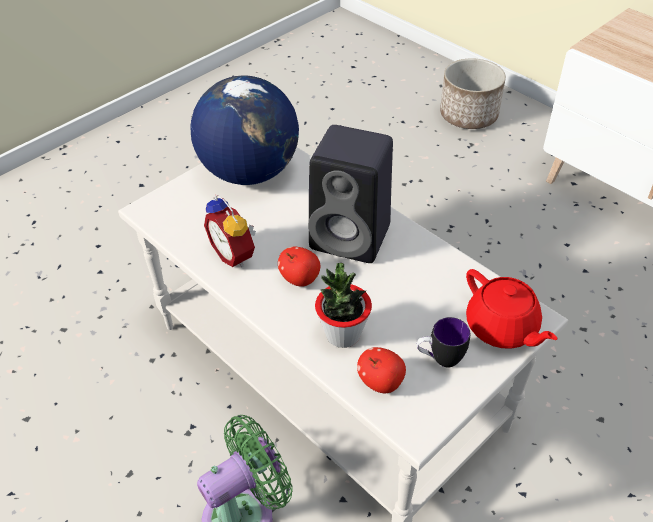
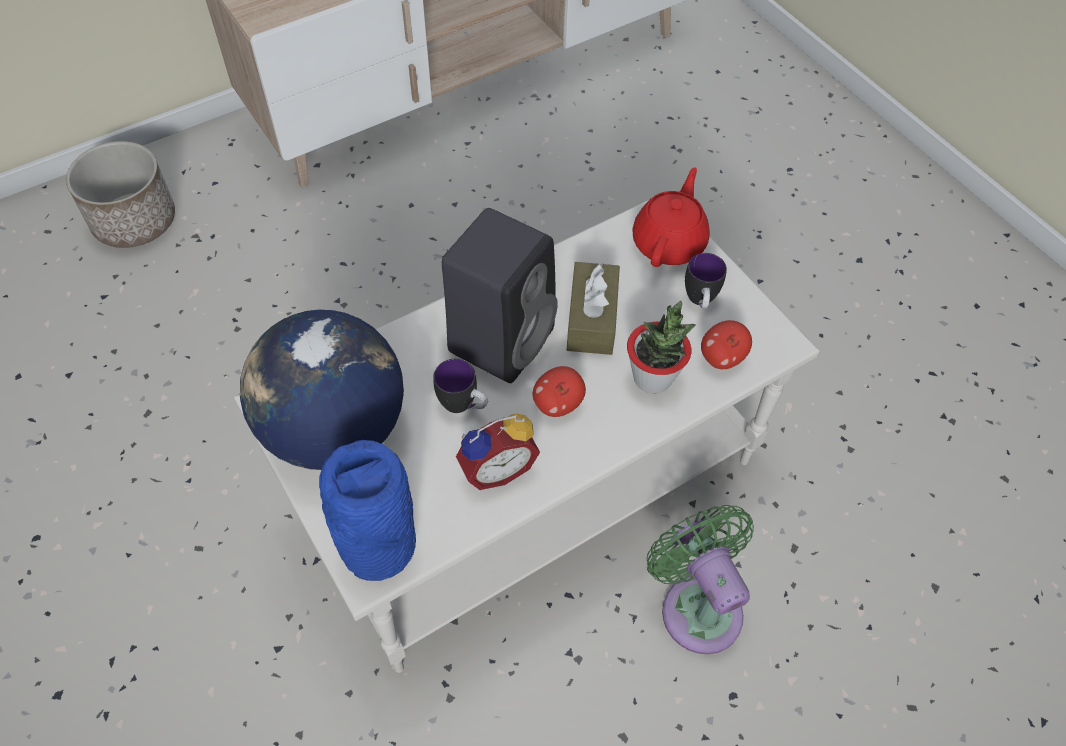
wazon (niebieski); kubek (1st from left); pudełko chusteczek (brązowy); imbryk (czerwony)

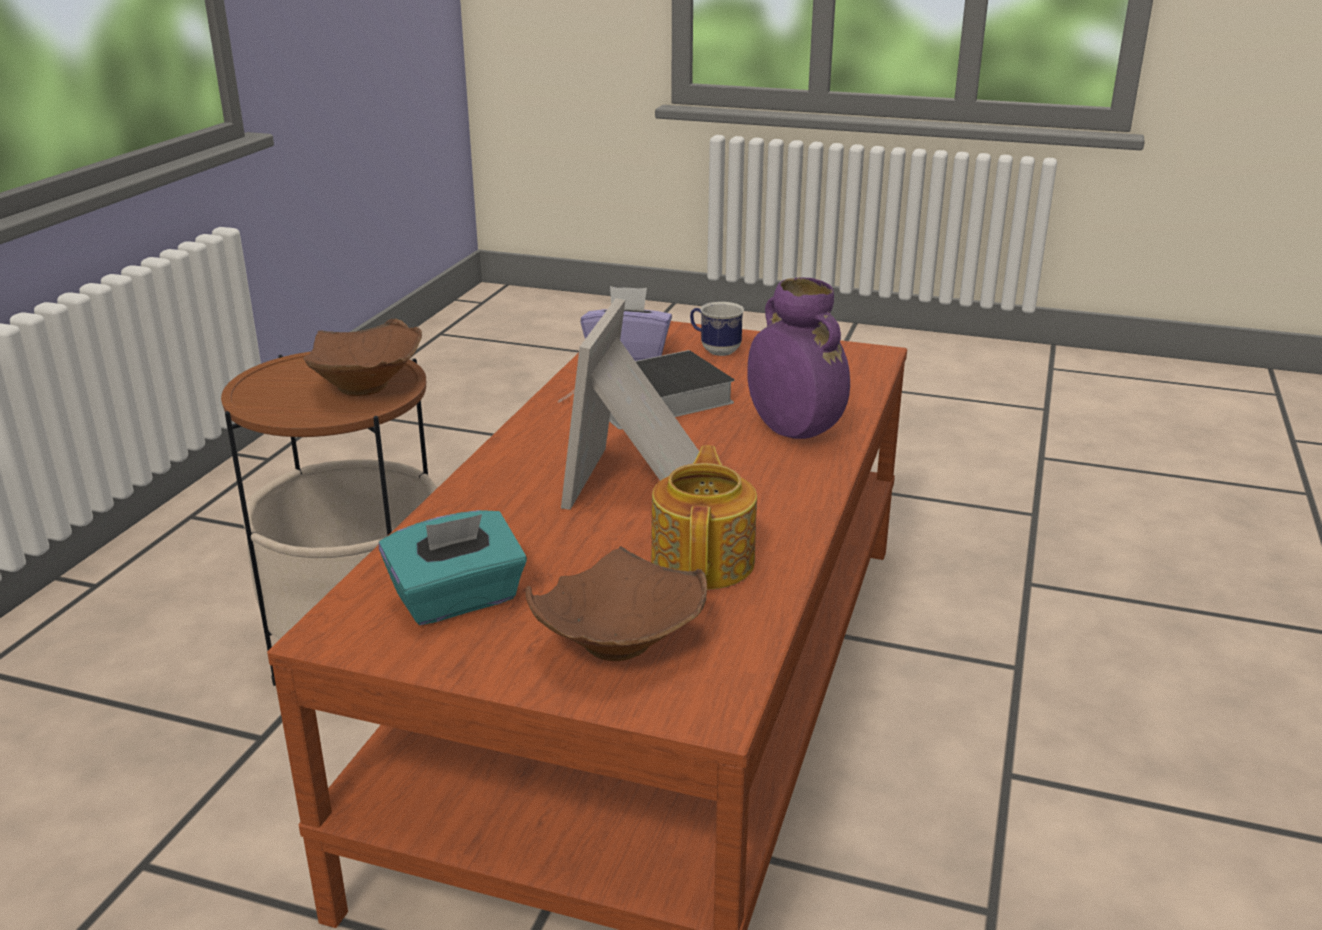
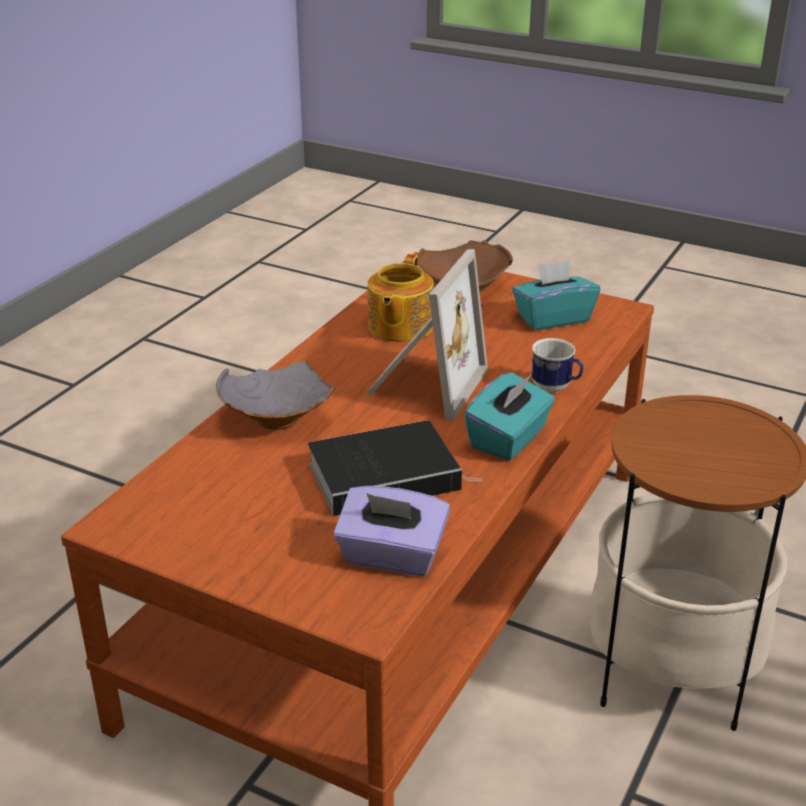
miska (szary); pudełko chusteczek (turkusowy) (1st from left); kubek; miska (brązowy) (1st from left in the first image)

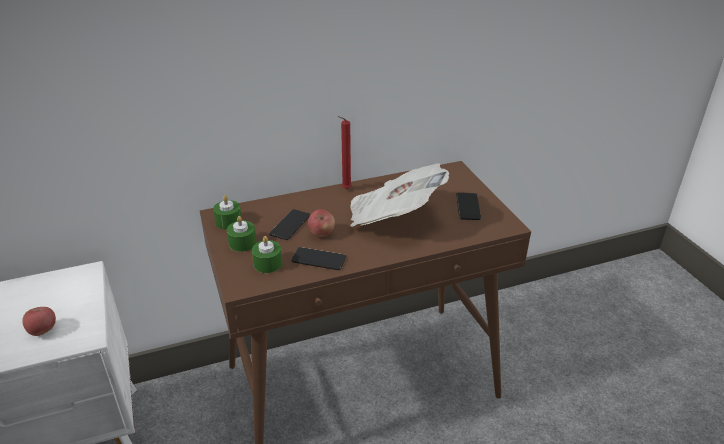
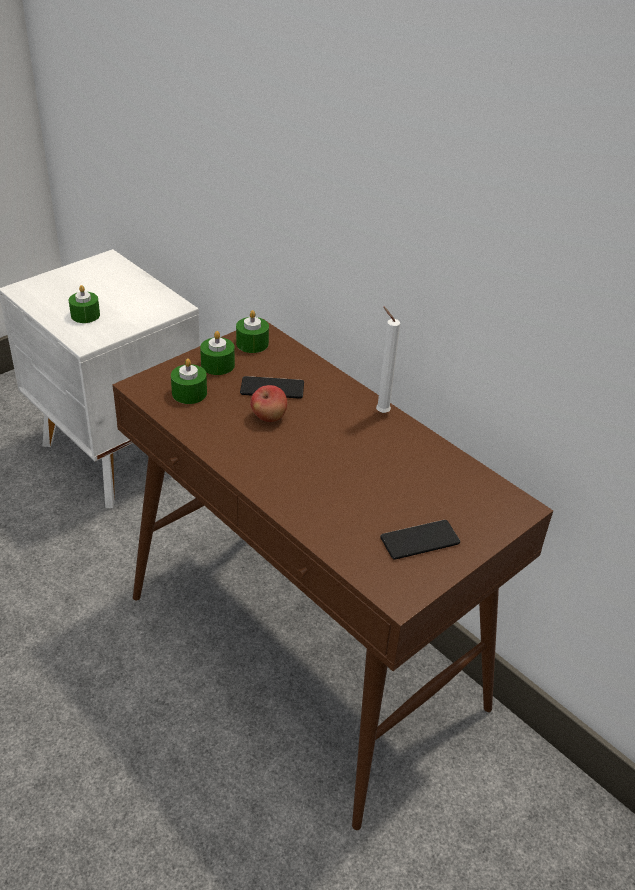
świeca (zielony) (1st from left); świeca (biały); telefon (2nd from left in the first image); gazeta

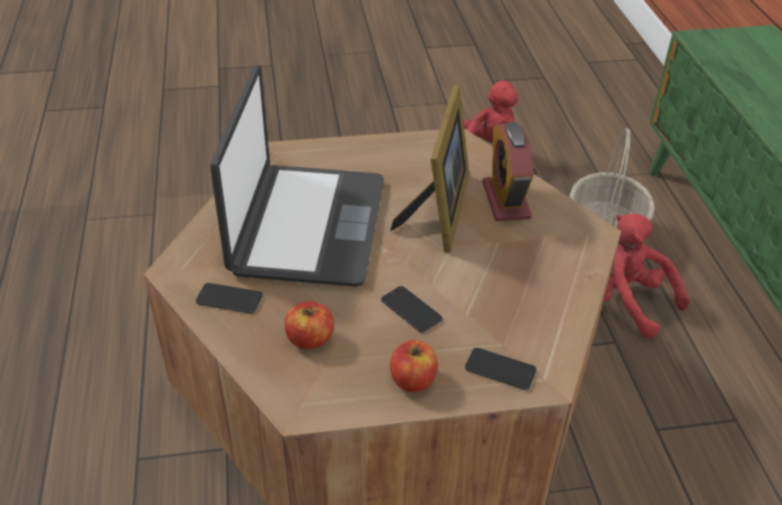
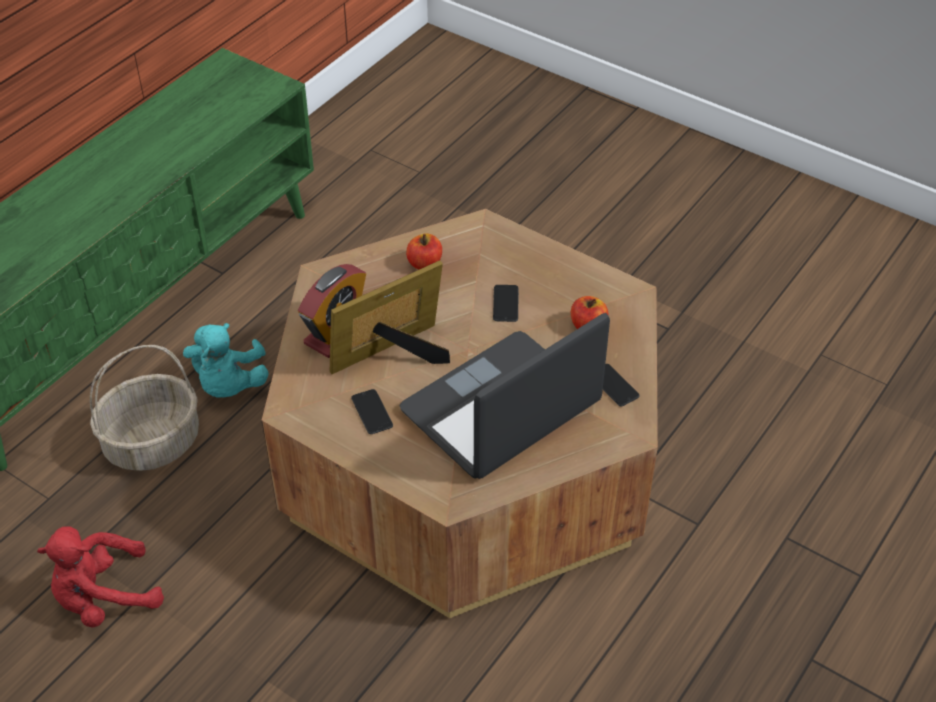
pluszak (turkusowy); telefon (1st from left); jabłko (1st from left)

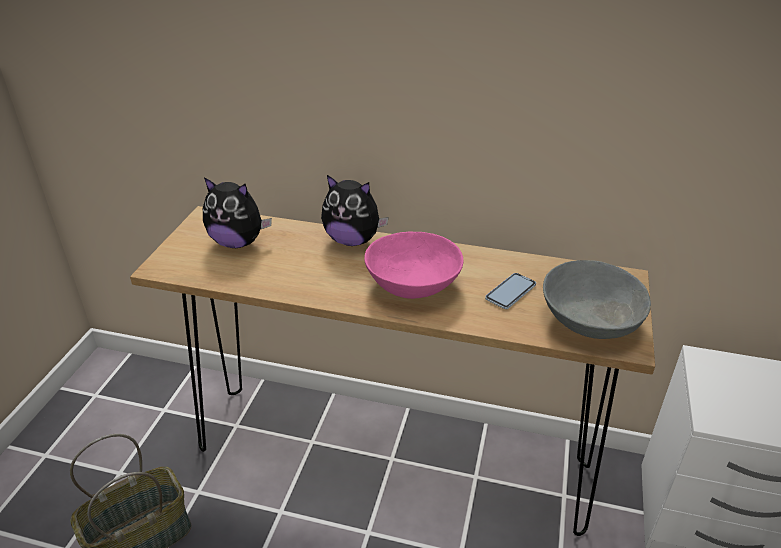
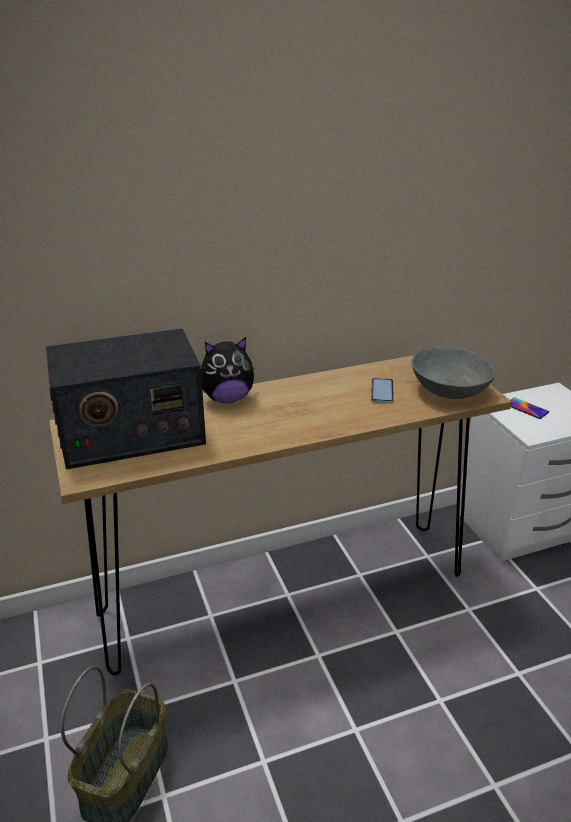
radio; telefon (2nd from left); miska (różowy)

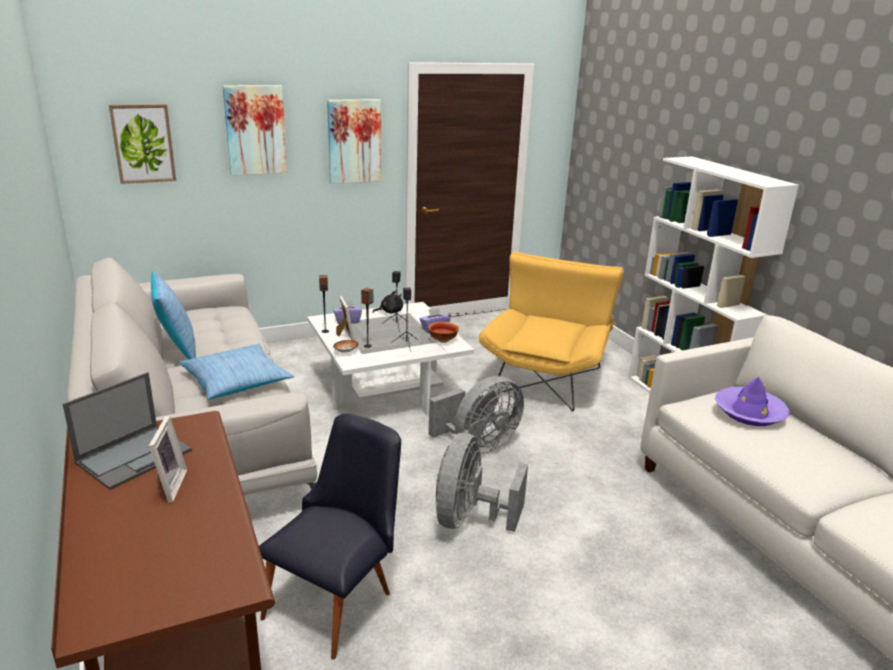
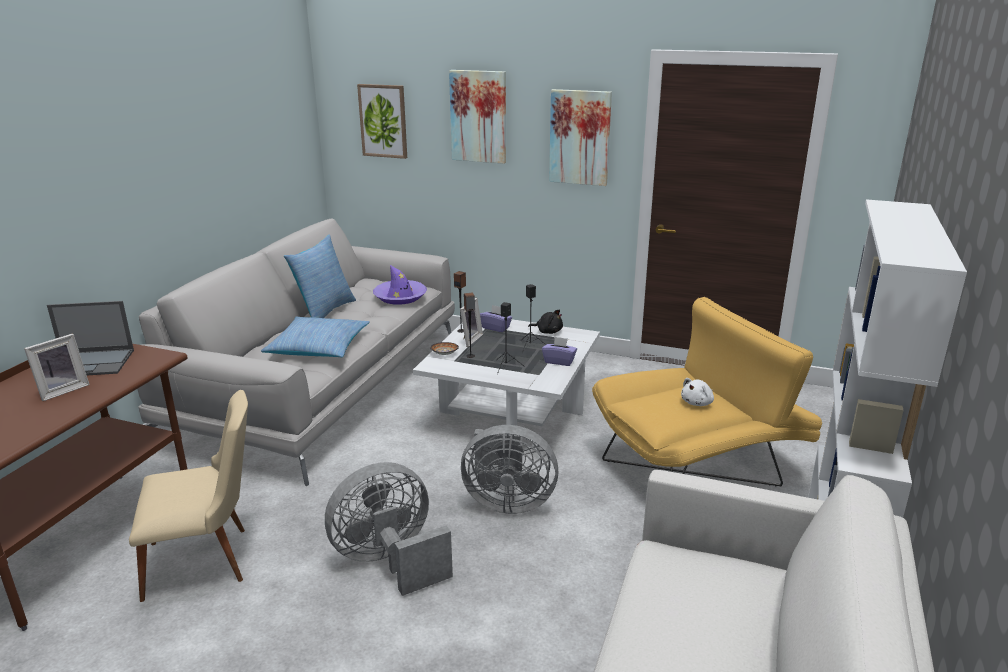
krzesło (beżowy); kapelusz (fioletowy); pluszak (biały); miska (2nd from left in the first image)

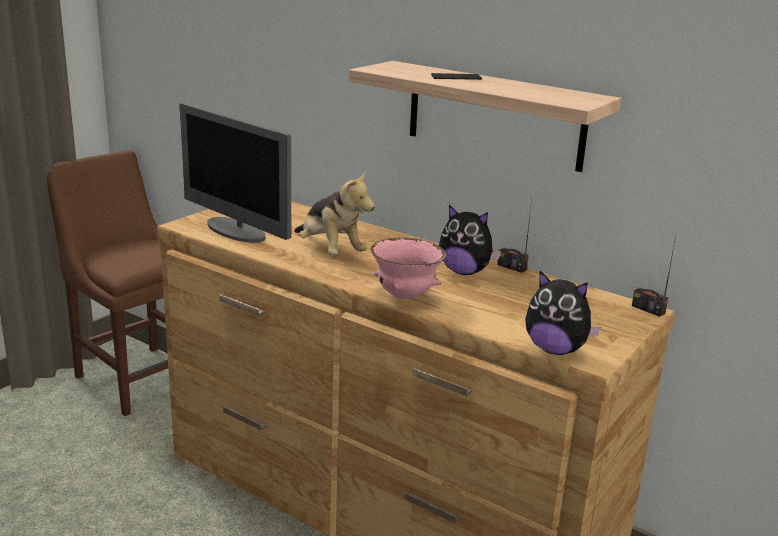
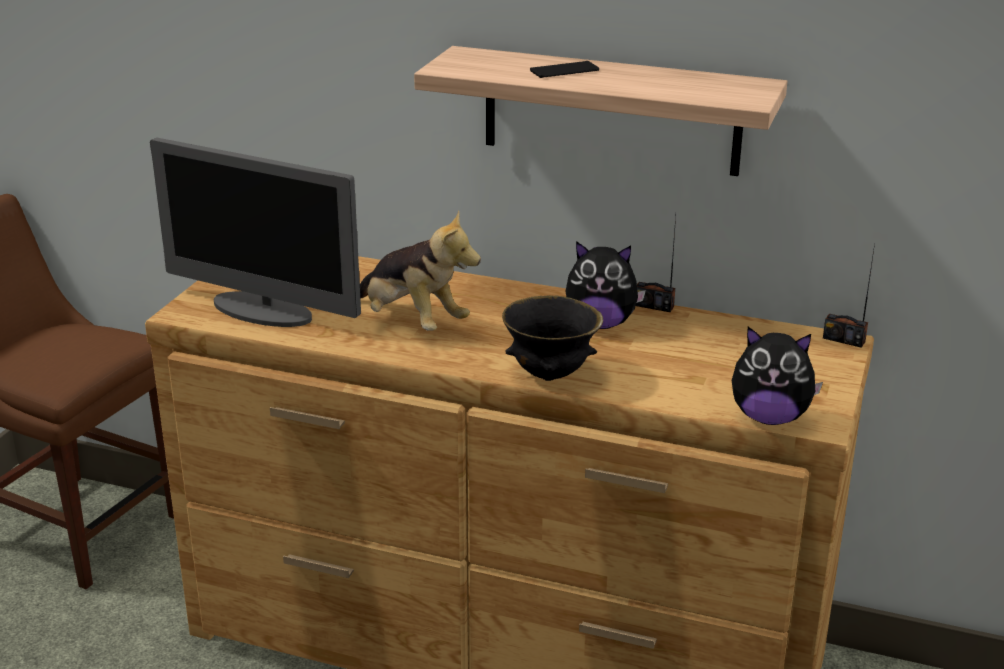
miska (czarny)

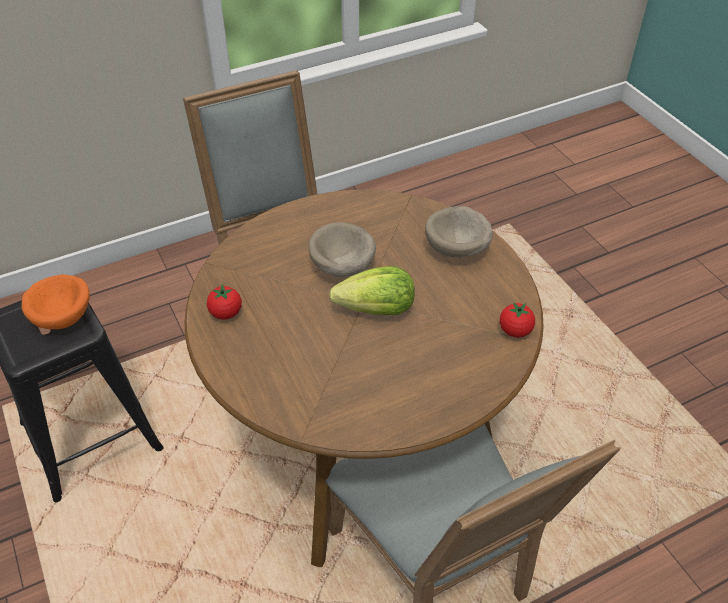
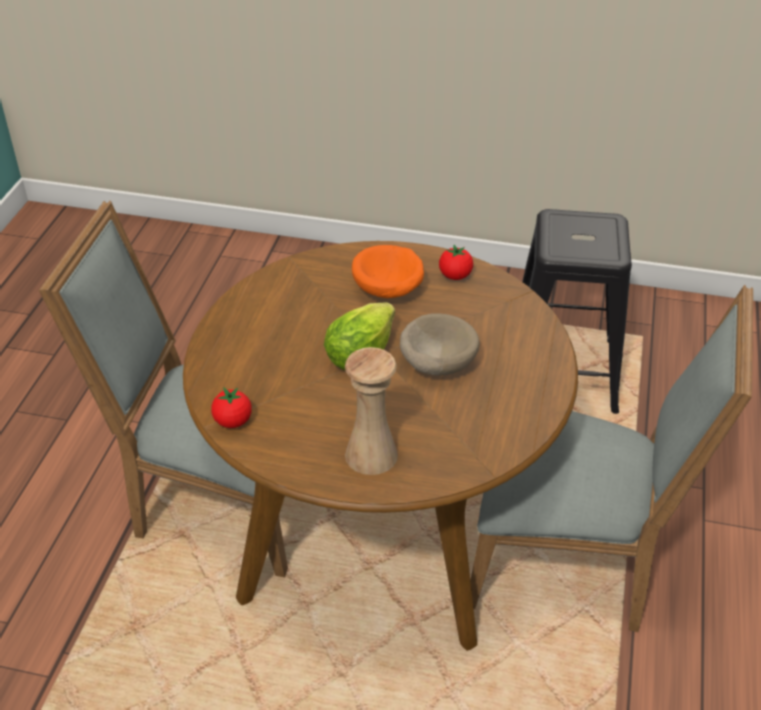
wazon (beżowy); miska (pomarańczowy)

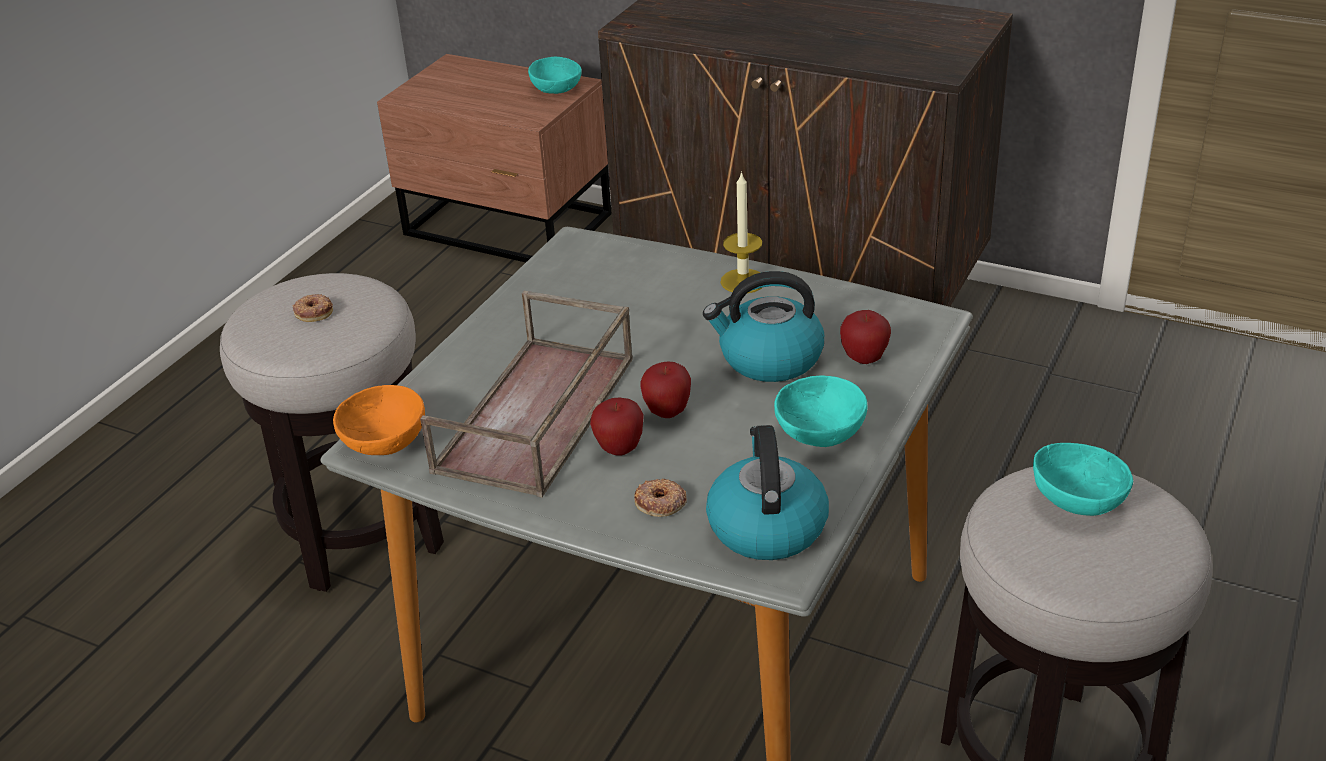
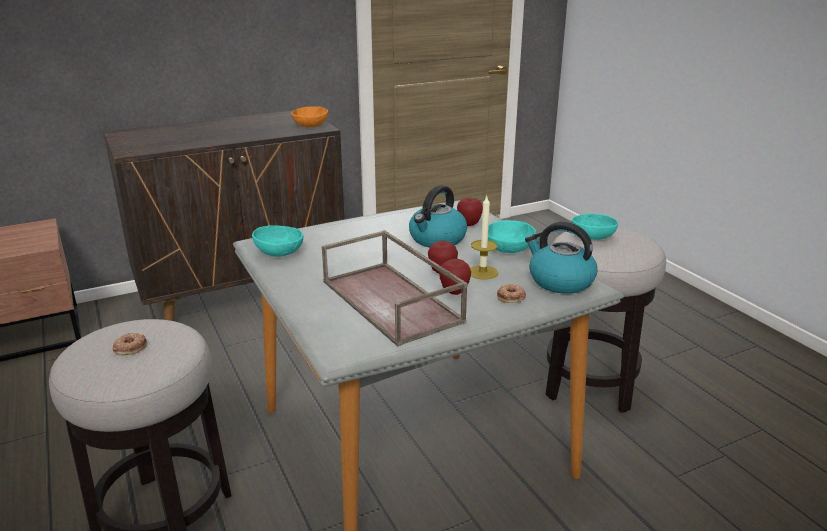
miska (turkusowy) (1st from left); miska (pomarańczowy); świeca

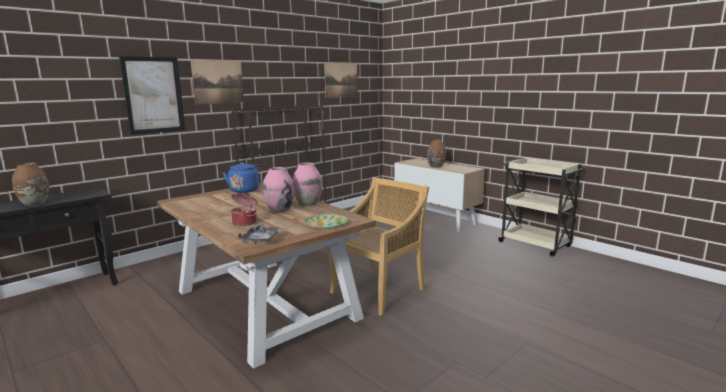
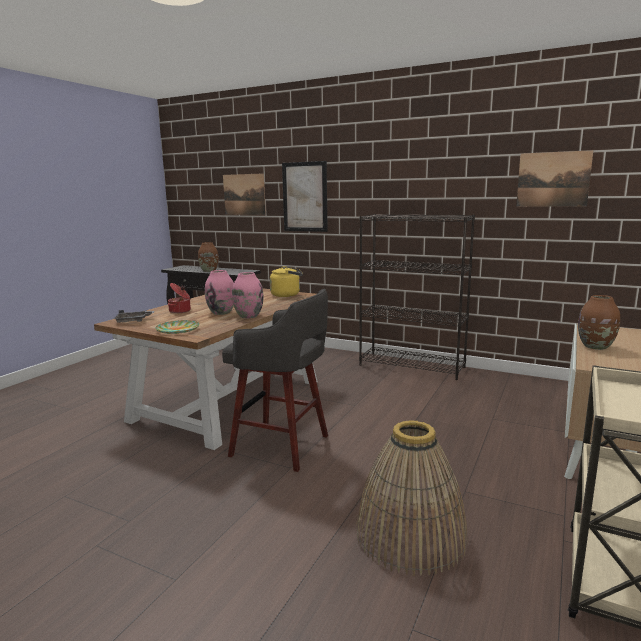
stołek (szary); obraz (1st from left); czajnik (żółty); koszyk

